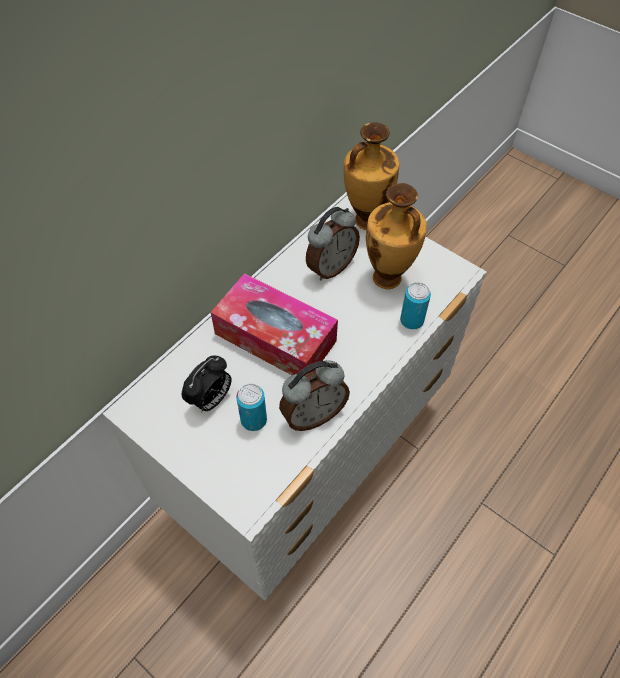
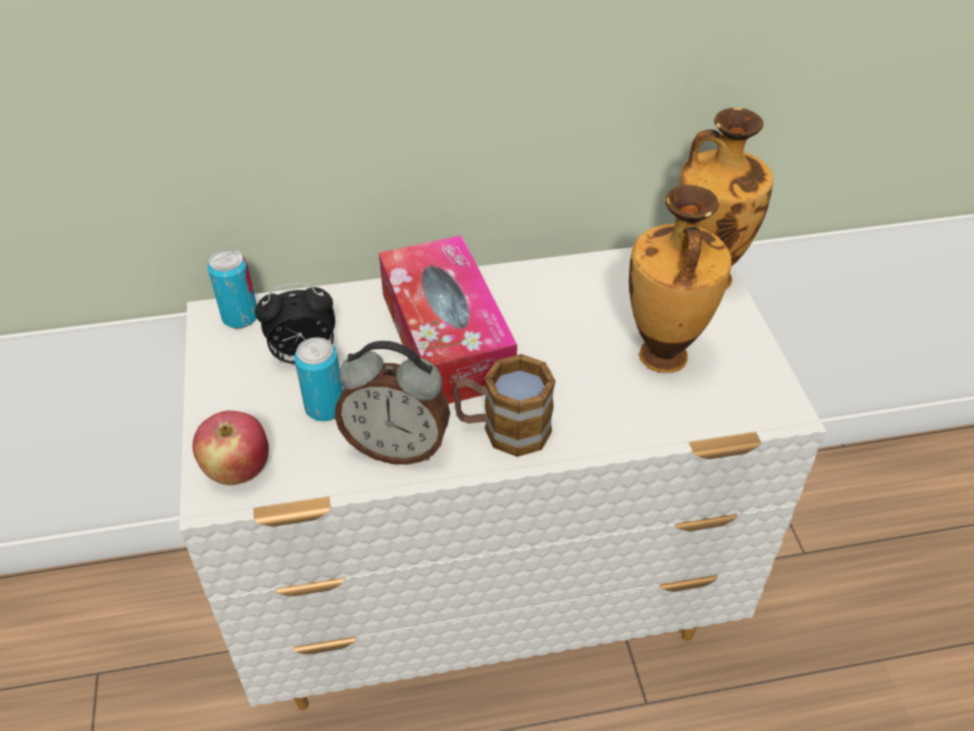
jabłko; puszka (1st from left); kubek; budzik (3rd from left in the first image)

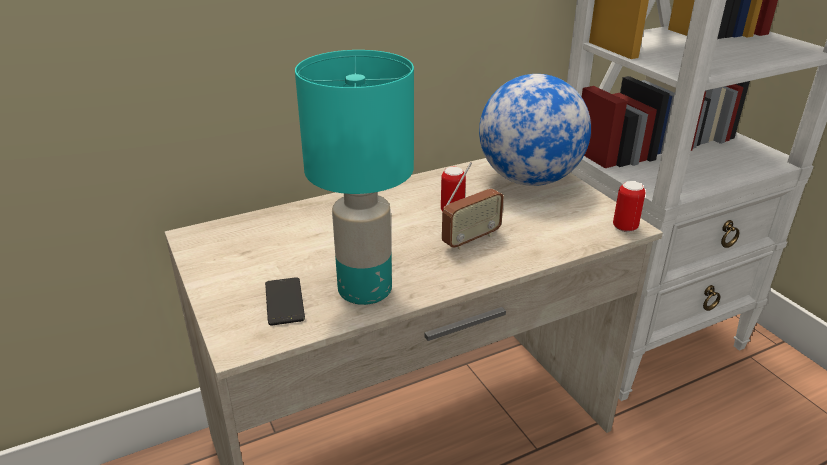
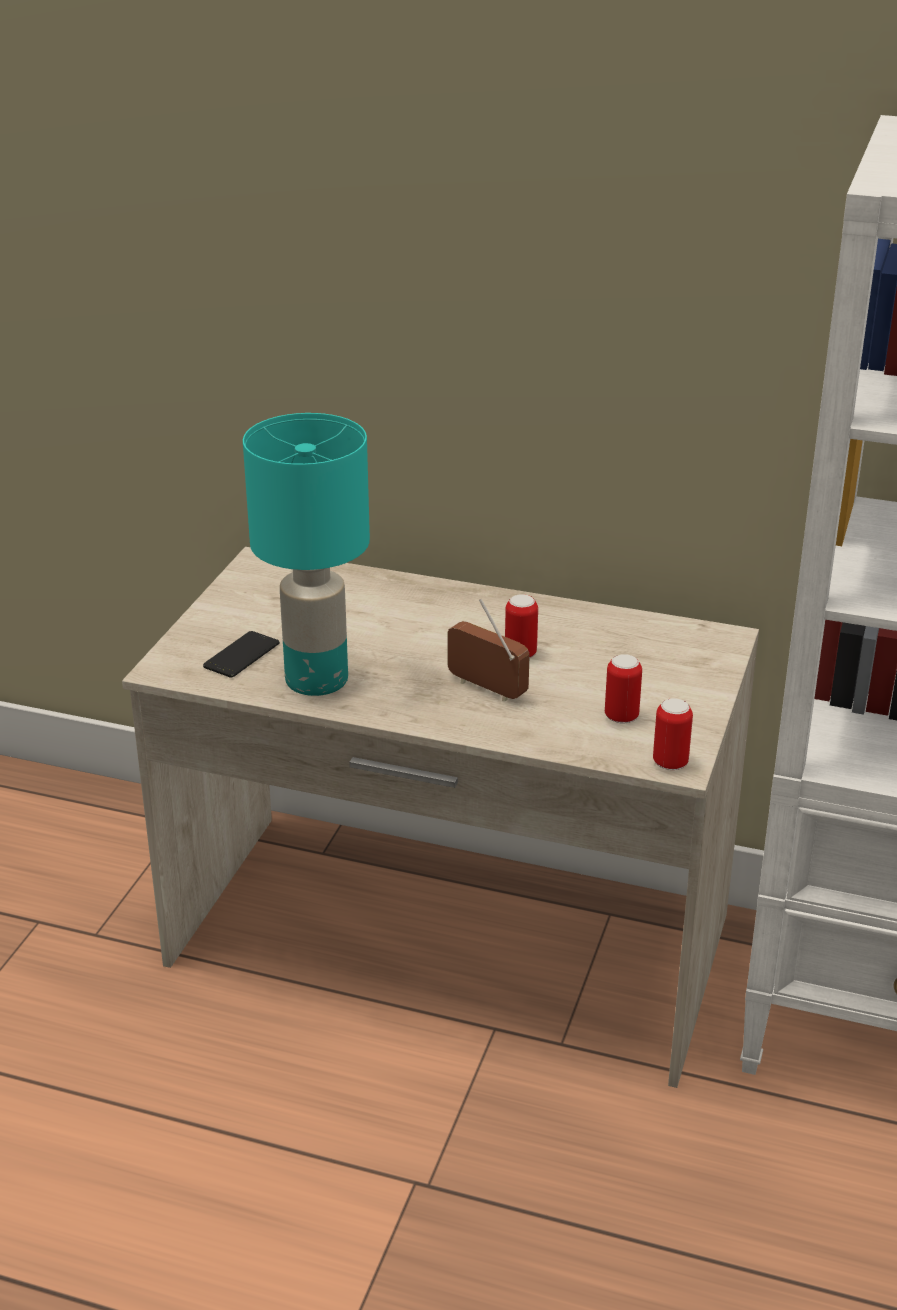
radio; puszka (2nd from left); globus

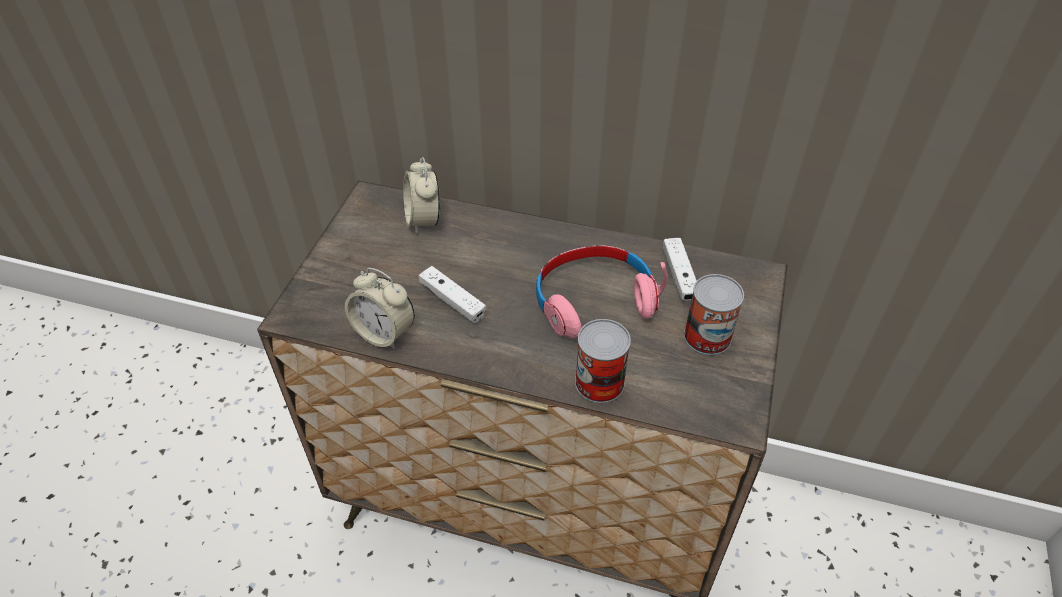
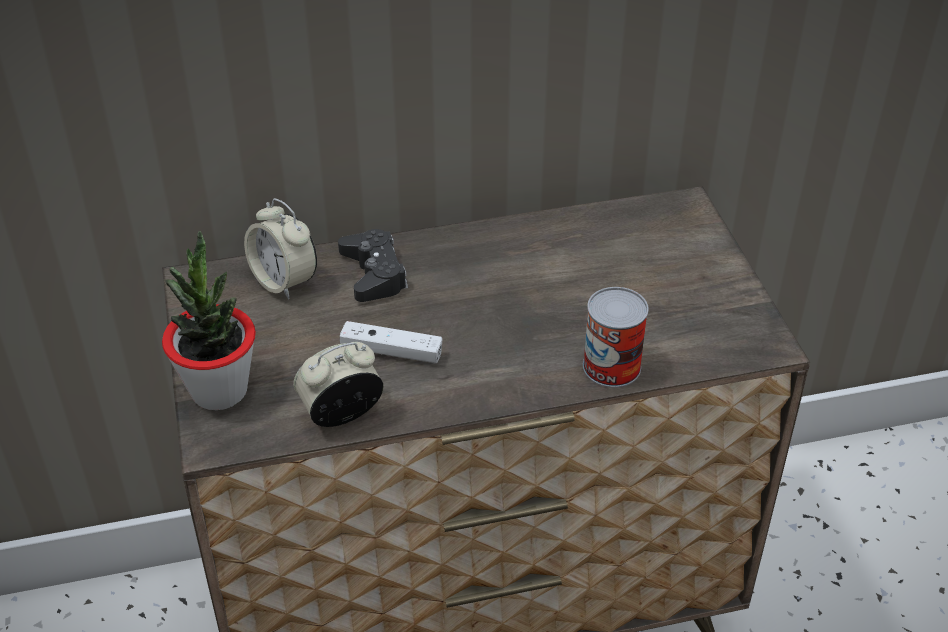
roślina doniczkowa; budzik (2nd from left); pad do gier (czarny); słuchawki (różowy); pad do gier (biały) (2nd from left in the first image); puszka (2nd from left in the first image)

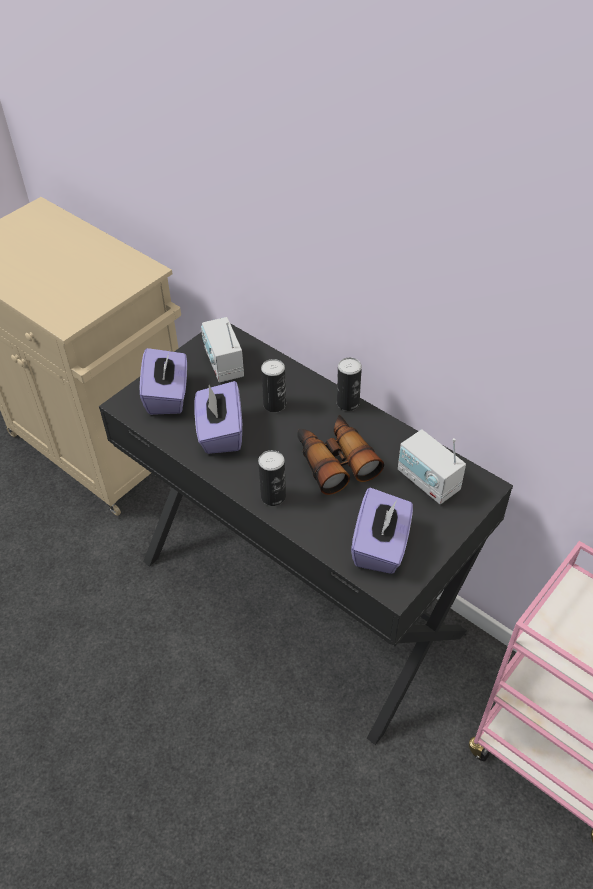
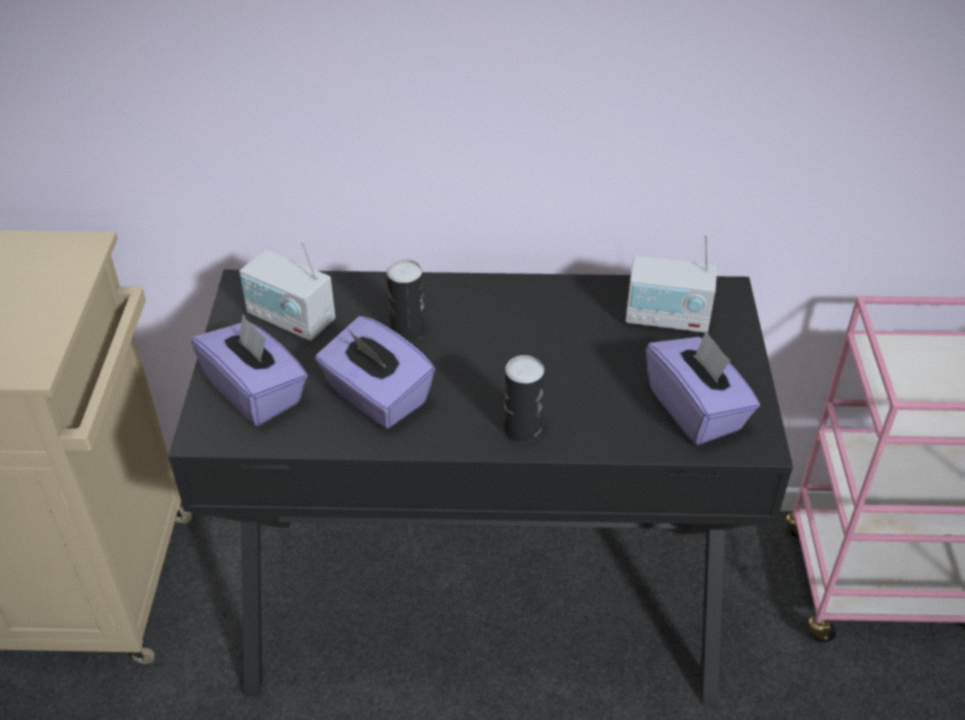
lornetka; puszka (3rd from left in the first image)

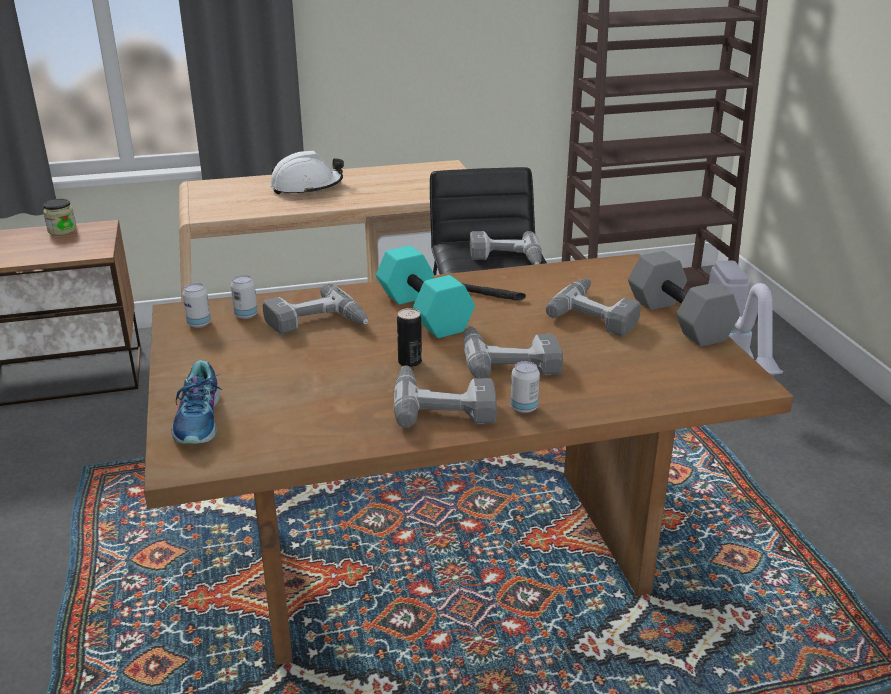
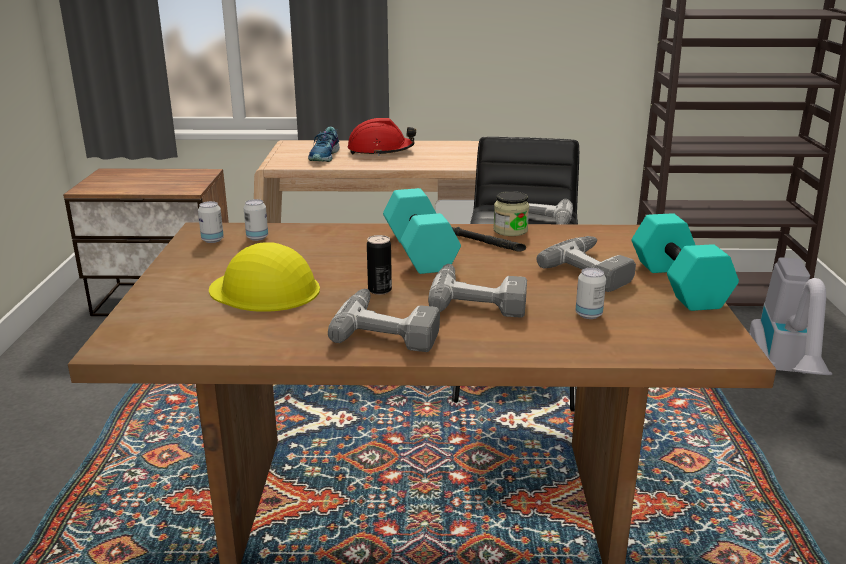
kask (żółty); but; kask (czerwony); słoik; puszka (4th from left); hantel (turkusowy) (2nd from left); wiertarka (1st from left in the first image)

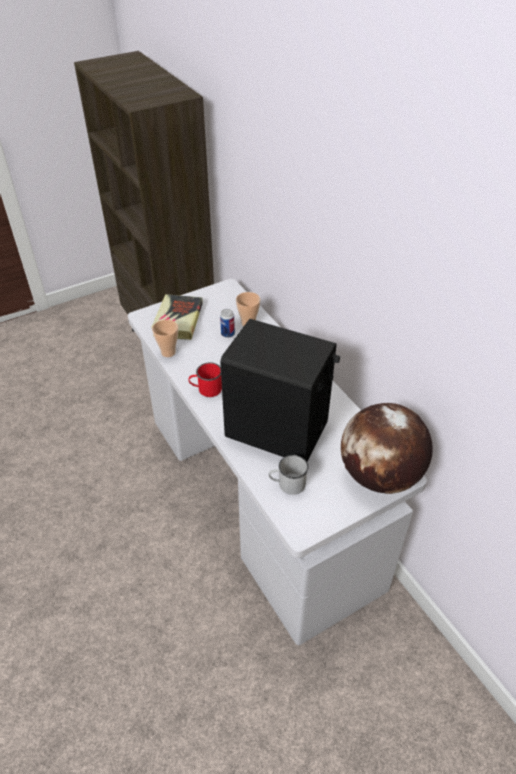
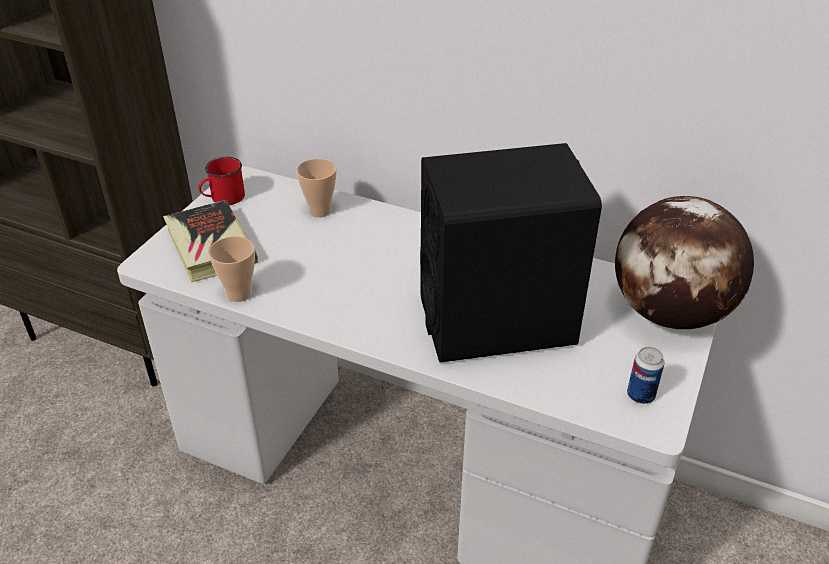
kubek (czerwony); puszka; kubek (biały)

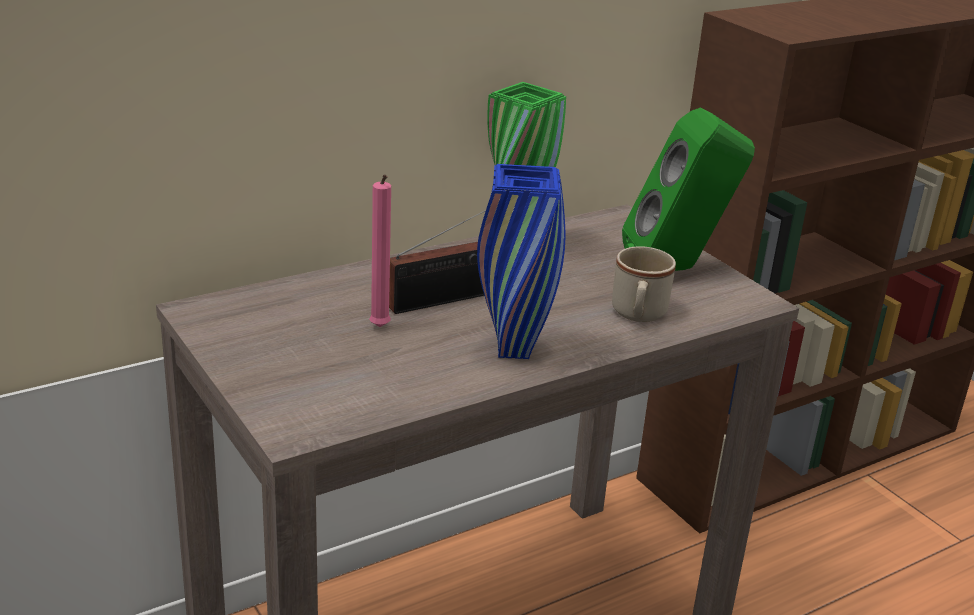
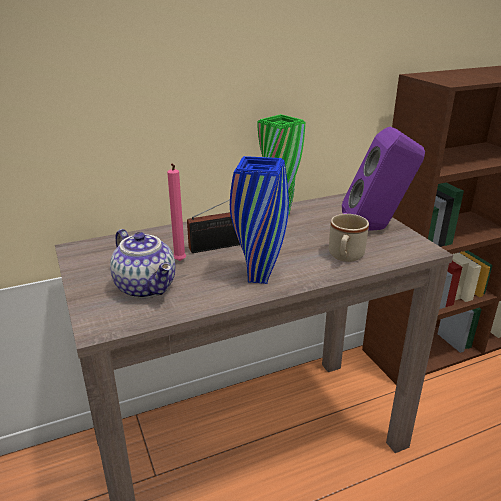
imbryk; głośnik (fioletowy)

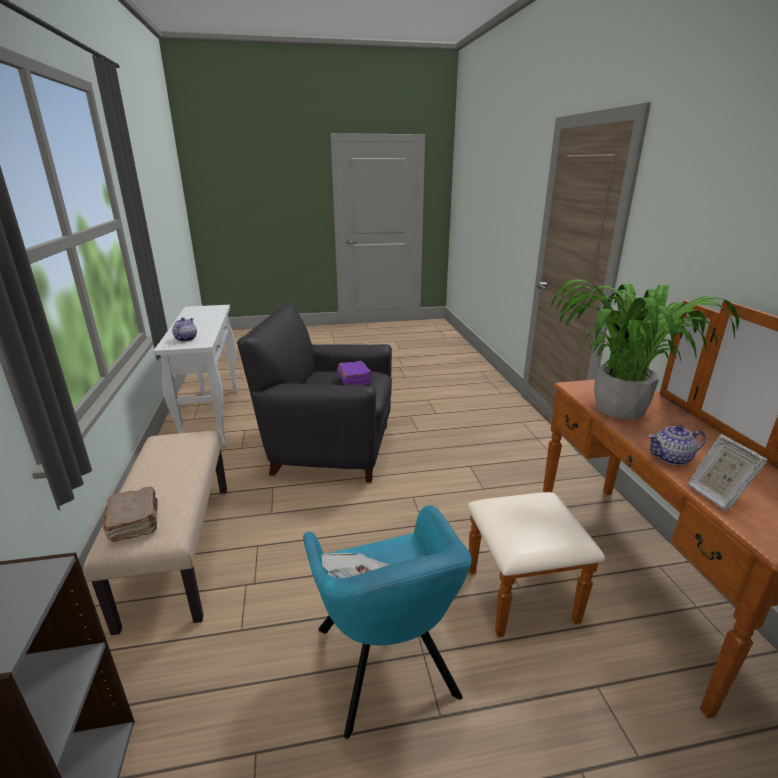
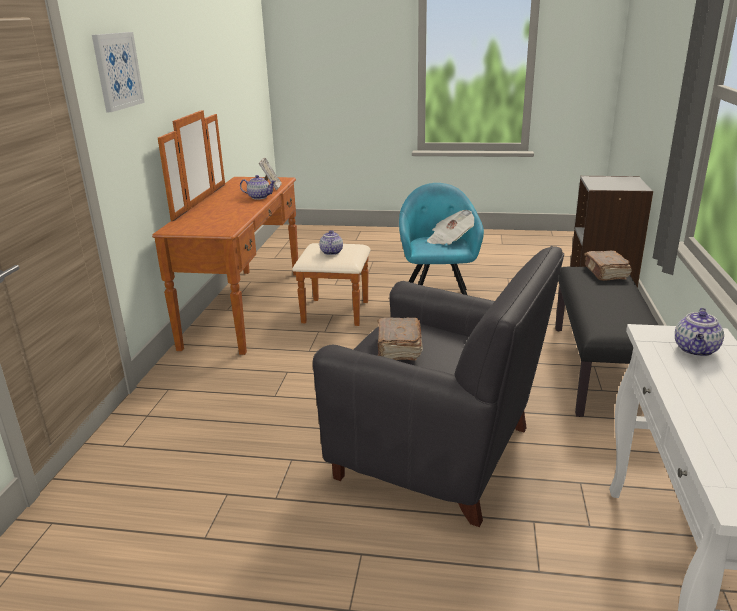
obraz; imbryk (2nd from left); książka (brązowy) (1st from left); ławka (czarny); roślina doniczkowa

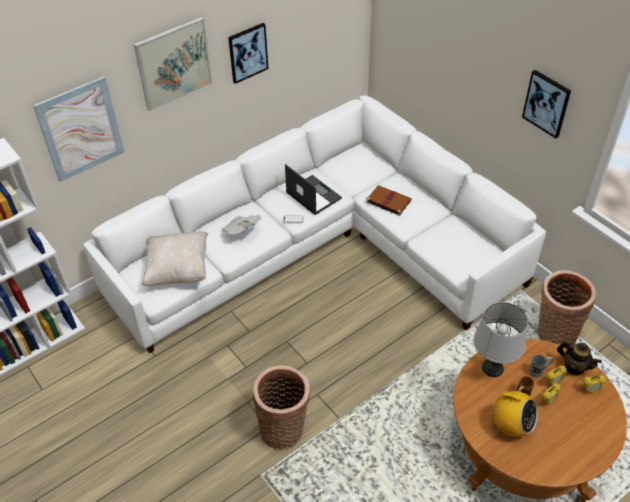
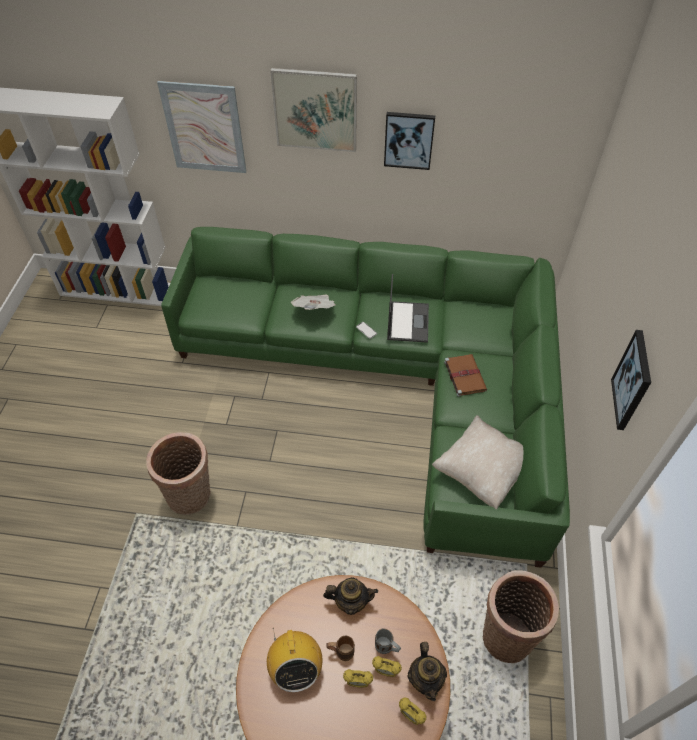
kanapa (zielony); imbryk (1st from left); poduszka (beżowy)

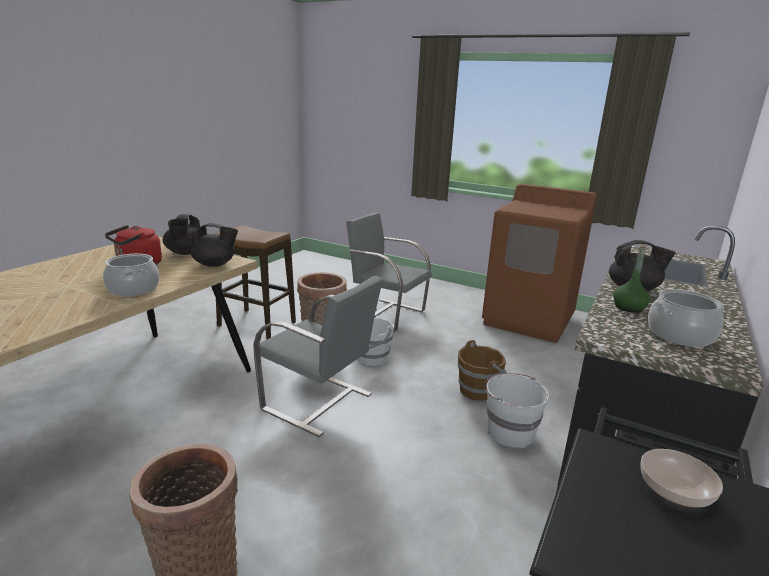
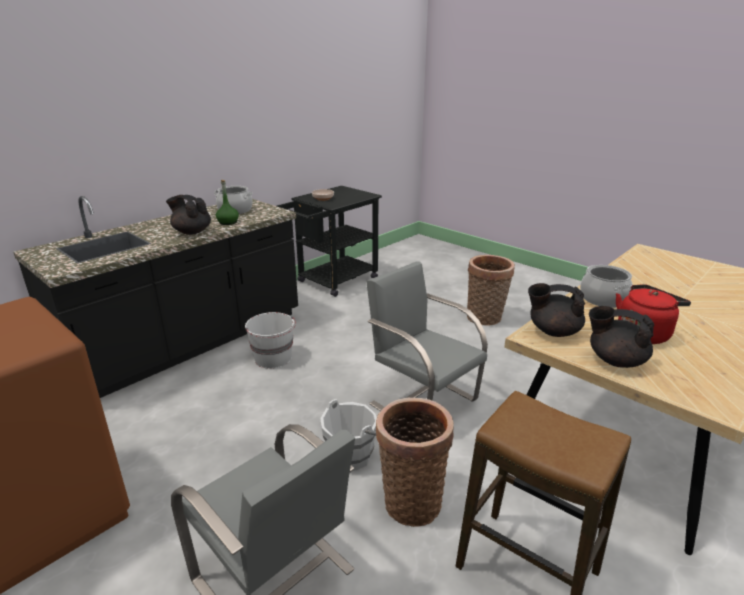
imbryk (czarny) (3rd from left); wiadro (brązowy)

